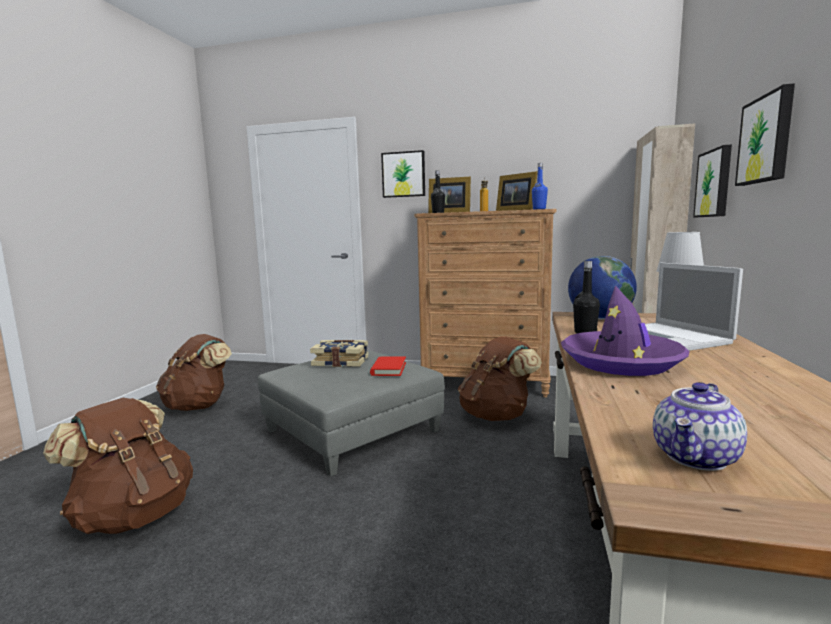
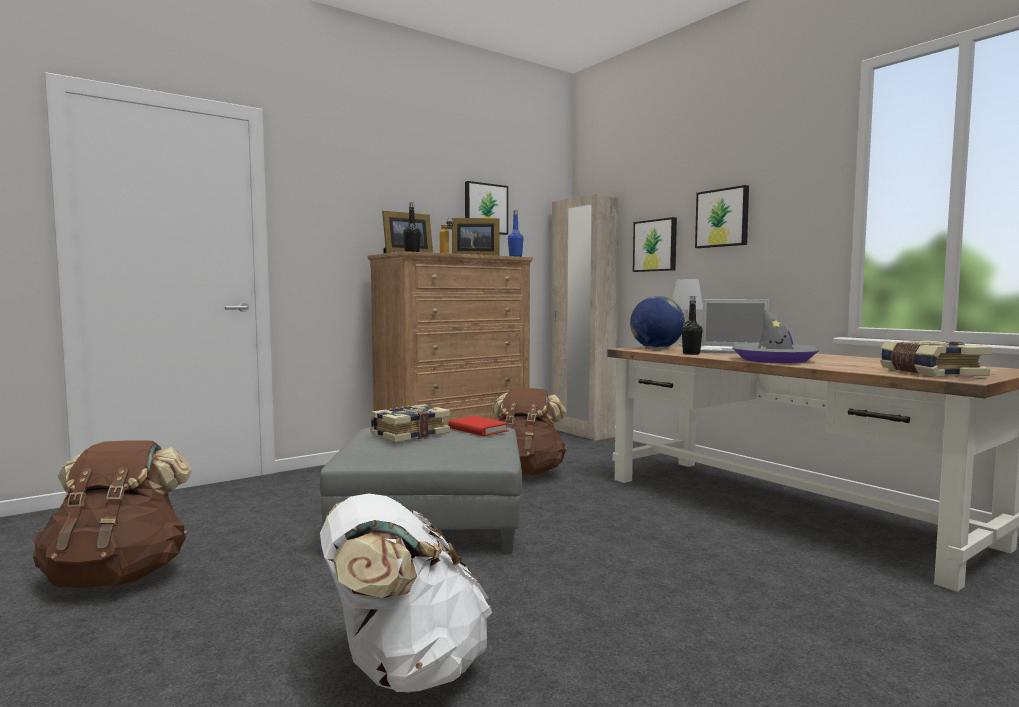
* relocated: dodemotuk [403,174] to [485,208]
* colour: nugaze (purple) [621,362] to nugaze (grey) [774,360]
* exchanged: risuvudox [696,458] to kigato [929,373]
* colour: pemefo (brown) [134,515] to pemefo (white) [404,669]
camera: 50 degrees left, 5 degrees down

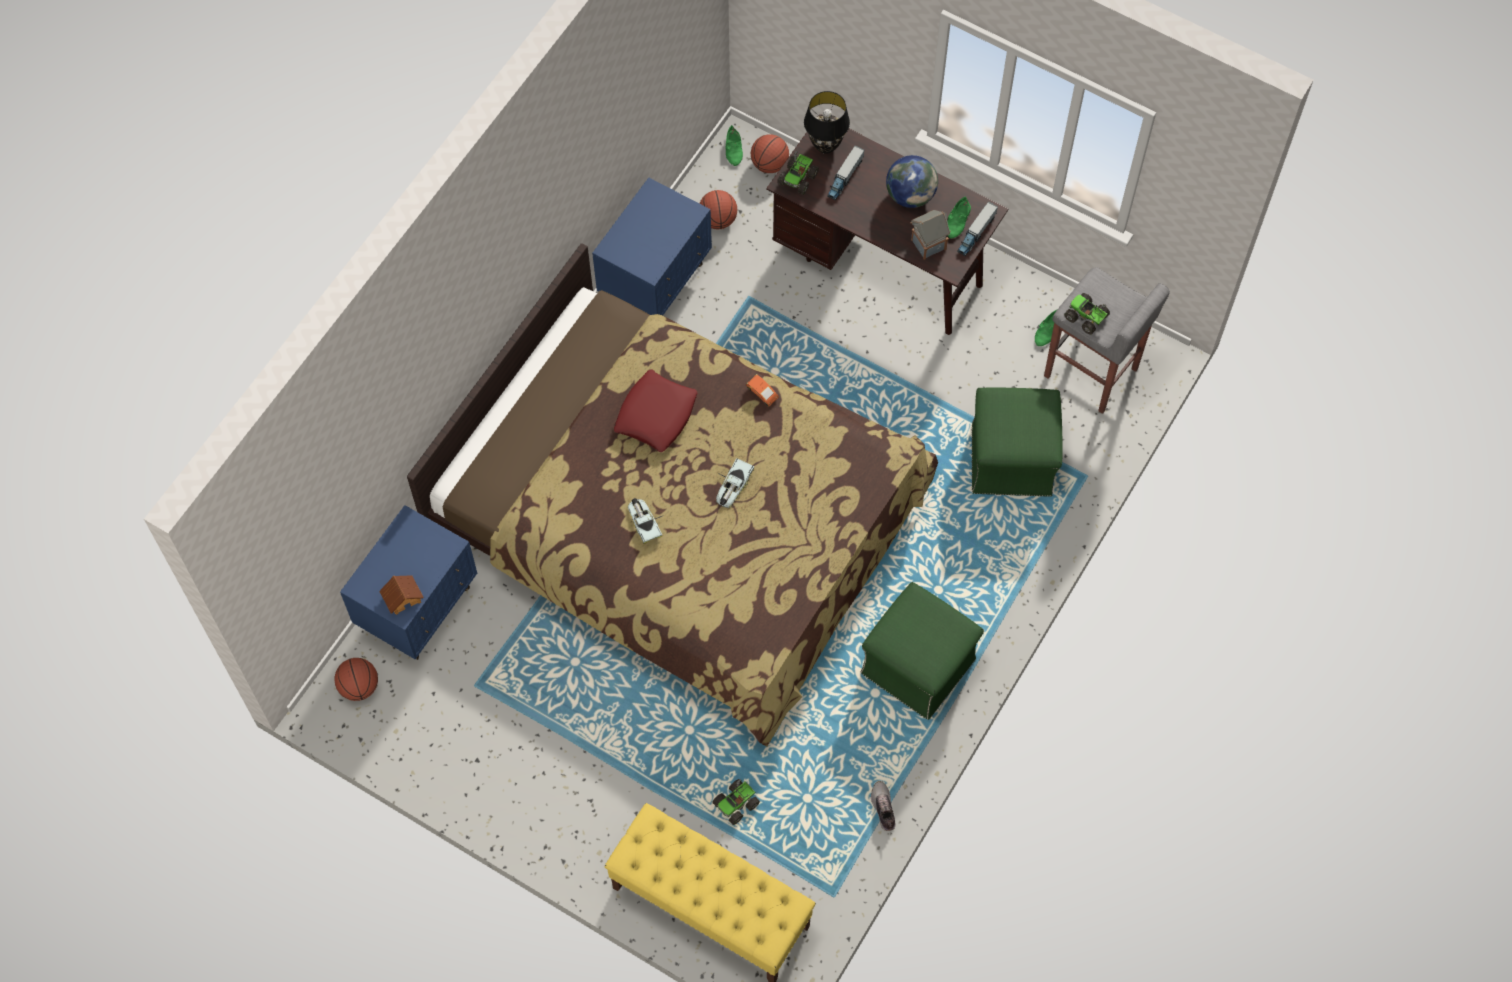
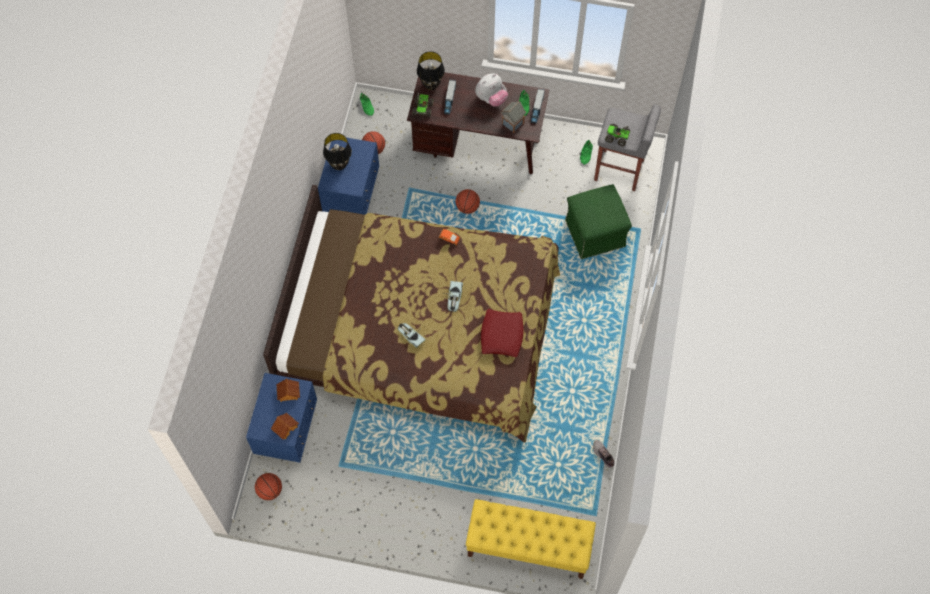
* relocated: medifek [769,164] to [467,207]
* exchanged: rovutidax [910,195] to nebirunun [491,99]
* relocated: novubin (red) [656,414] to [501,335]
* missing: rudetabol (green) [919,667]
* missing: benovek [736,803]
* appeared: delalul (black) [339,165]
* appeared: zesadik [288,393]
camera: 20 degrees left, 0 degrees up

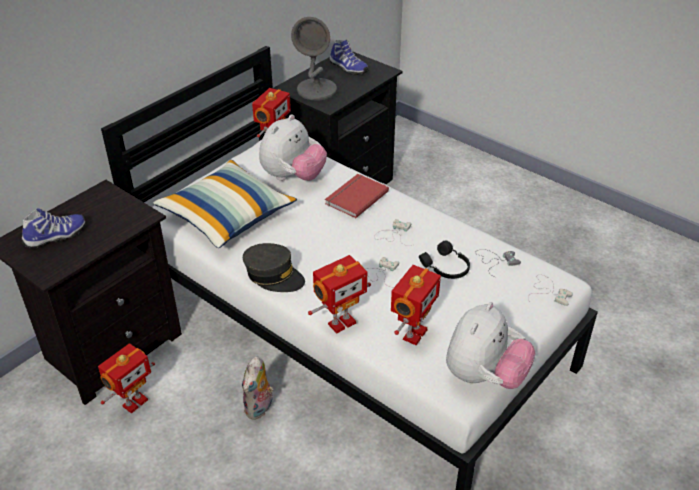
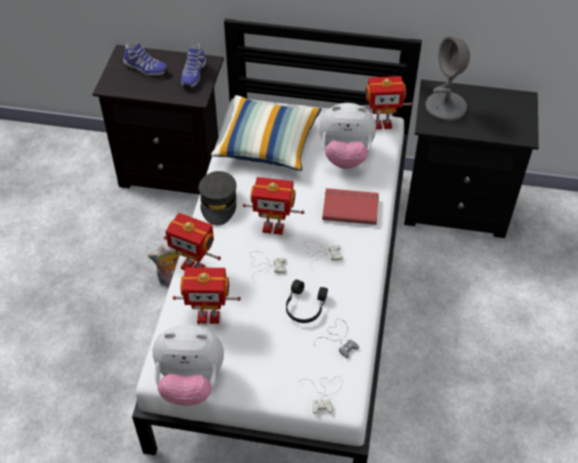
* relocated: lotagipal [347,68] to [193,75]
* relocated: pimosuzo [134,402] to [273,227]
camera: 60 degrees right, 10 degrees up

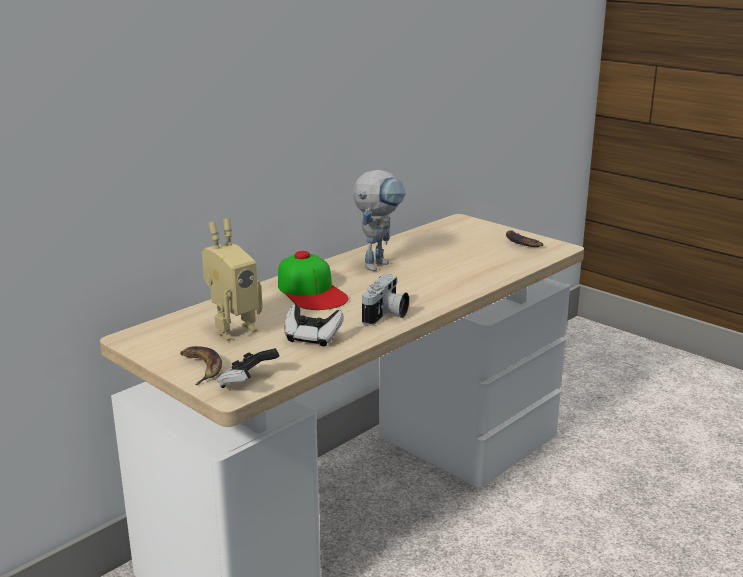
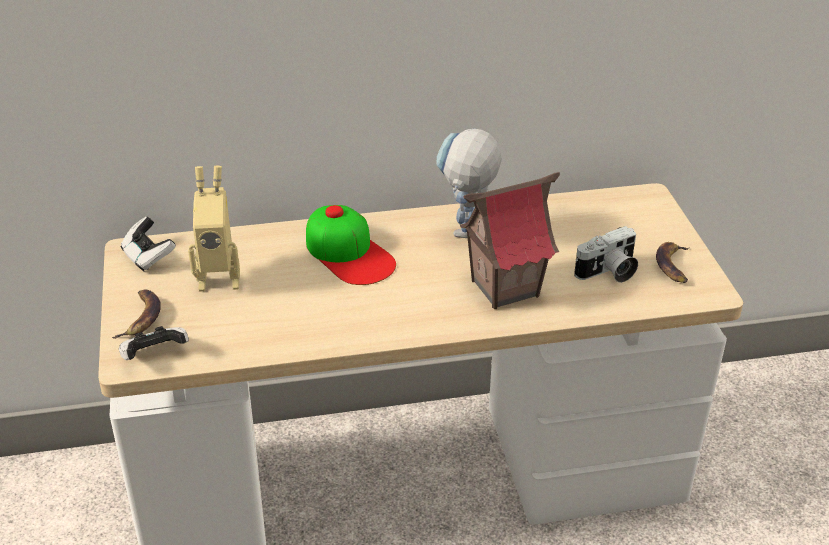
* spun: pimosuzo [378,263] = [466,235] 135 degrees clockwise
* spun: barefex [311,291] = [349,253] 45 degrees counterclockwise
* relocated: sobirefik [386,316] to [608,273]
* relocated: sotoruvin [312,338] to [148,257]
* appeared: zesadik [504,287]
camera: 35 degrees right, 15 degrees up

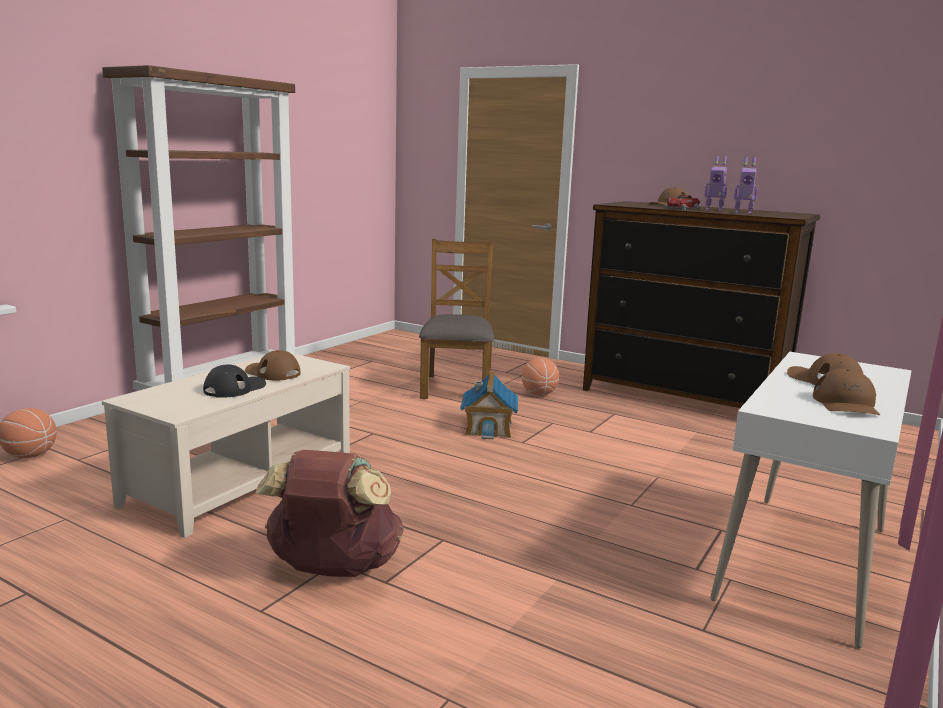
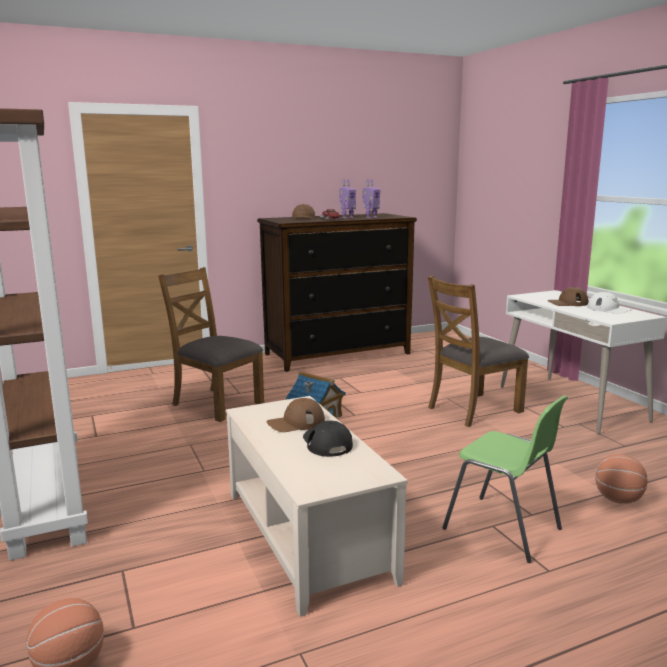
* relocated: medifek [539,394] to [617,499]
* colour: barefex (brown) [846,404] to barefex (white) [609,309]
* exchanged: pemefo (brown) [333,569] to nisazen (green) [503,529]
* appeared: nisazen (brown) [473,409]
camera: 55 degrees left, 0 degrees up

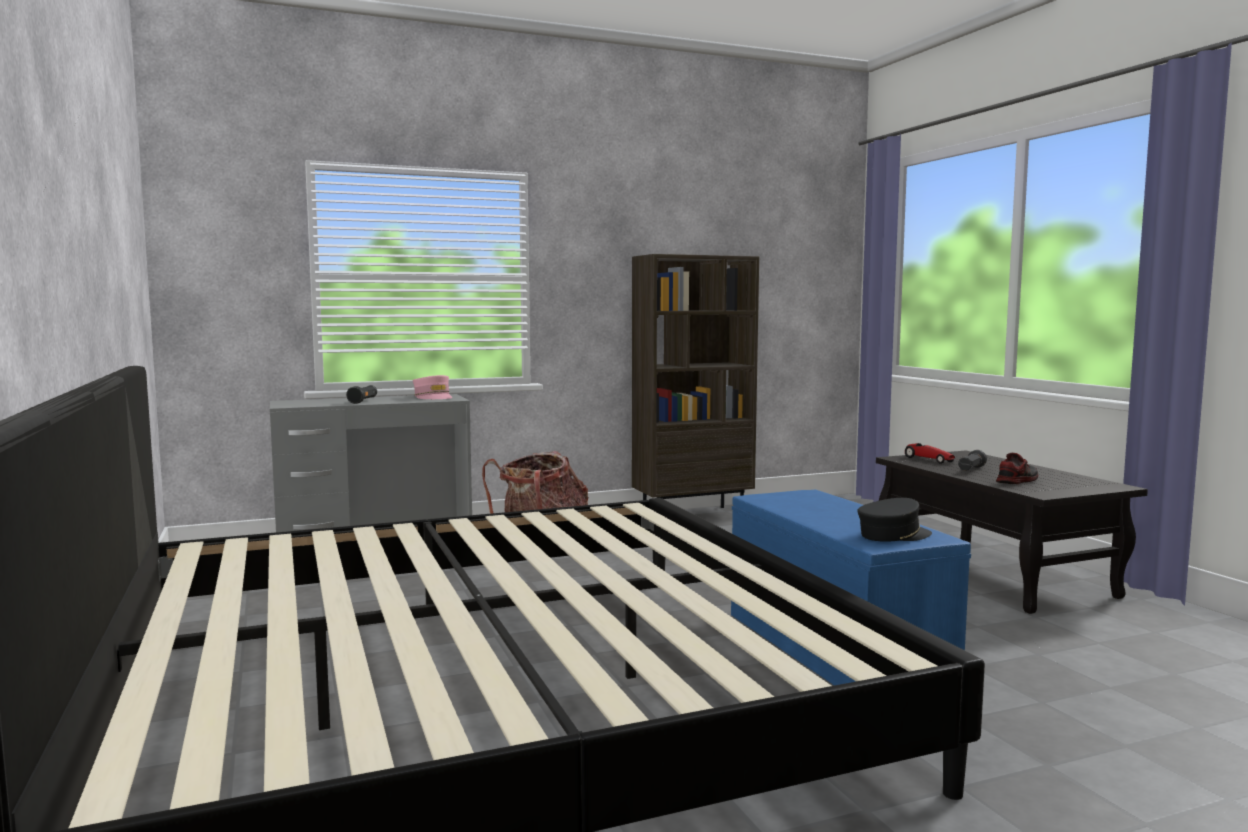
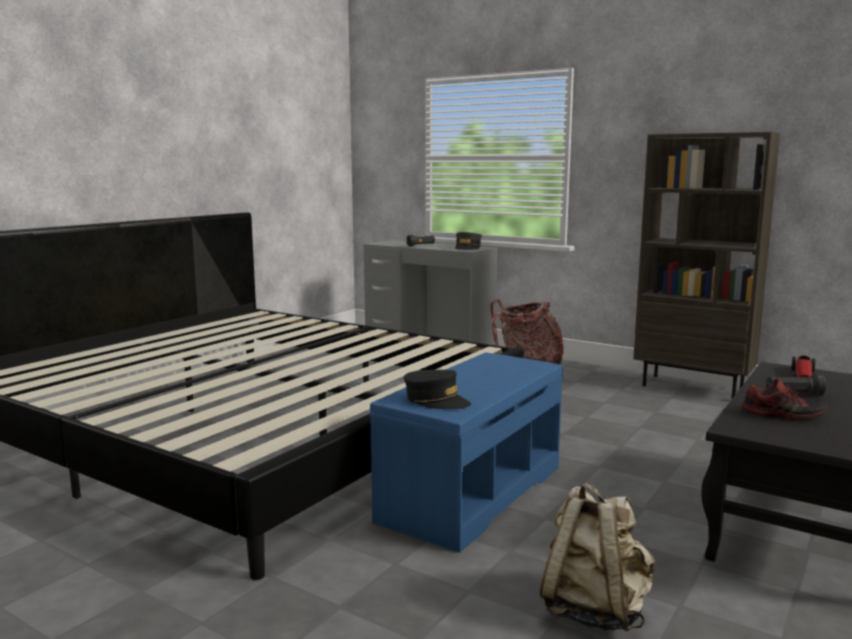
* colour: barefex (pink) [433,397] to barefex (grey) [467,248]
* appeared: pemefo (beige) [594,611]
camera: 55 degrees right, 5 degrees up

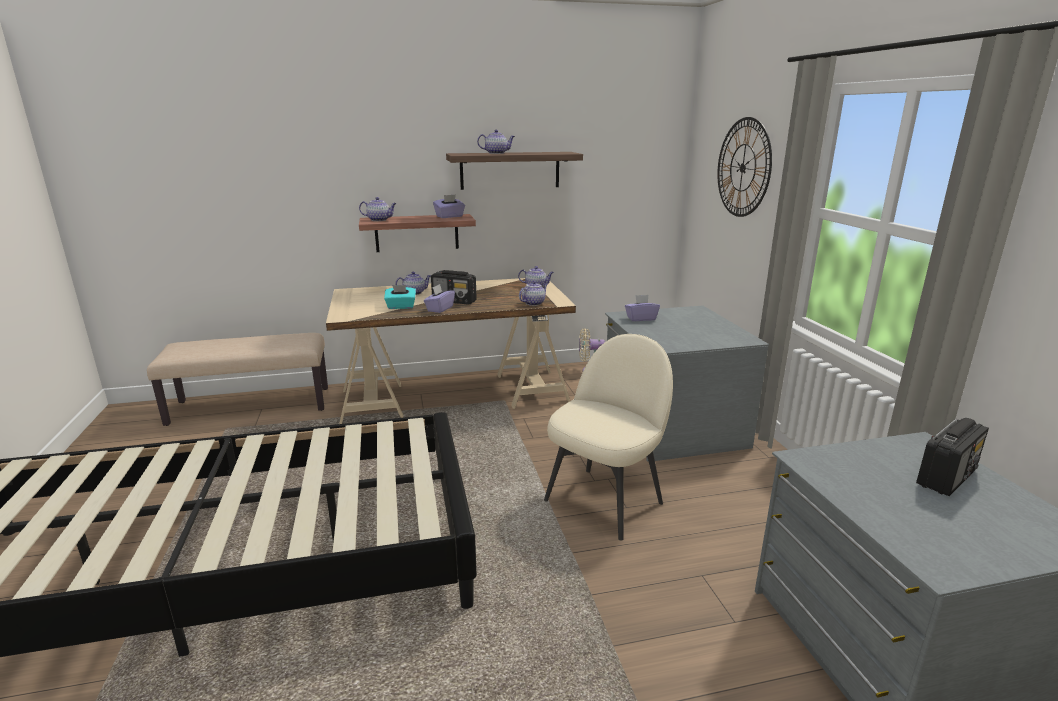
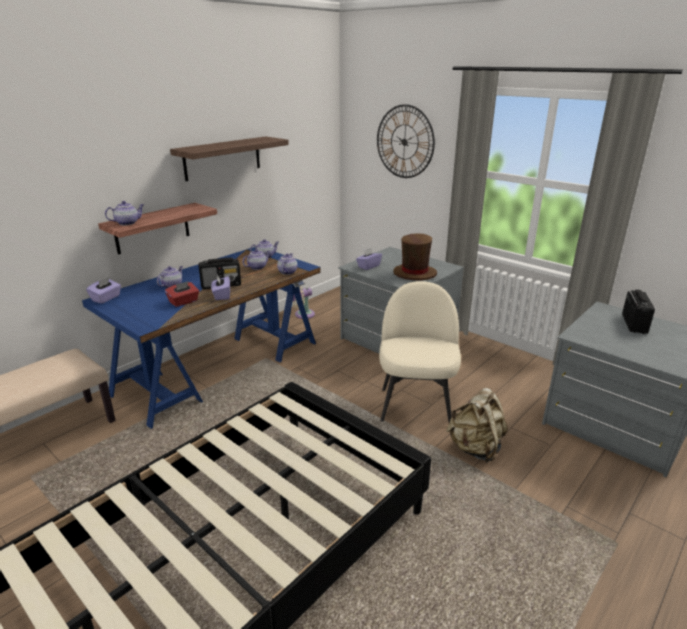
* relocated: risuvudox [497,153] to [257,267]
* relocated: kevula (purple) [449,216] to [106,298]
* colour: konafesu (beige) [454,395] to konafesu (blue) [220,366]
* colour: kevula (turquoise) [401,307] to kevula (red) [184,302]
* appeared: nugaze (brown) [414,273]
* appeared: pemefo (beige) [475,448]
camera: 35 degrees left, 5 degrees up

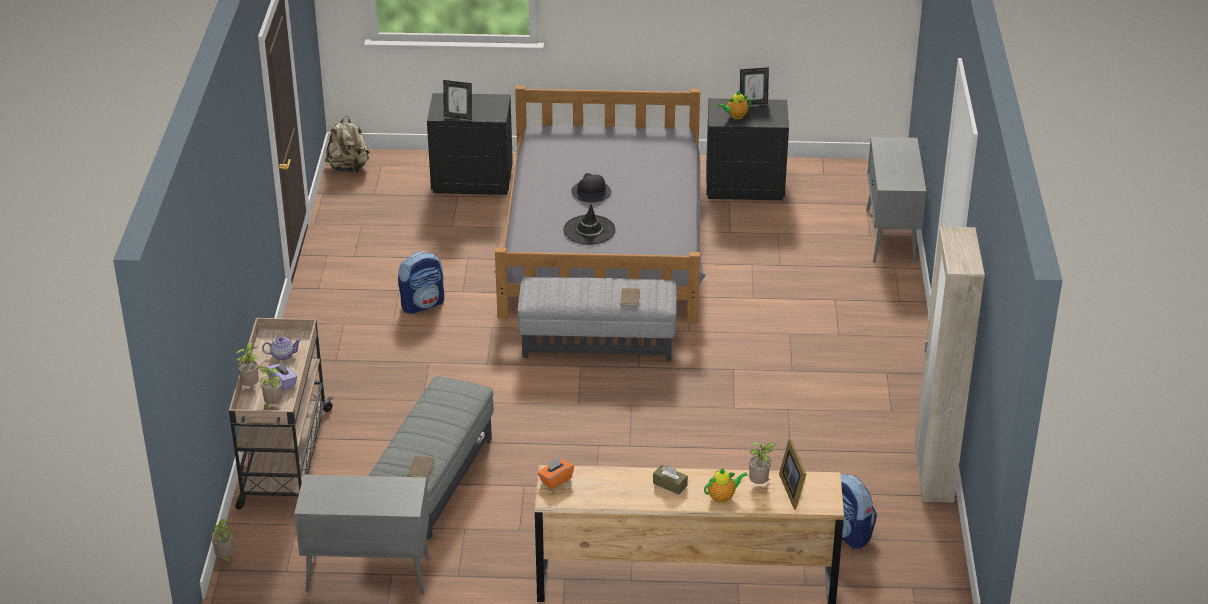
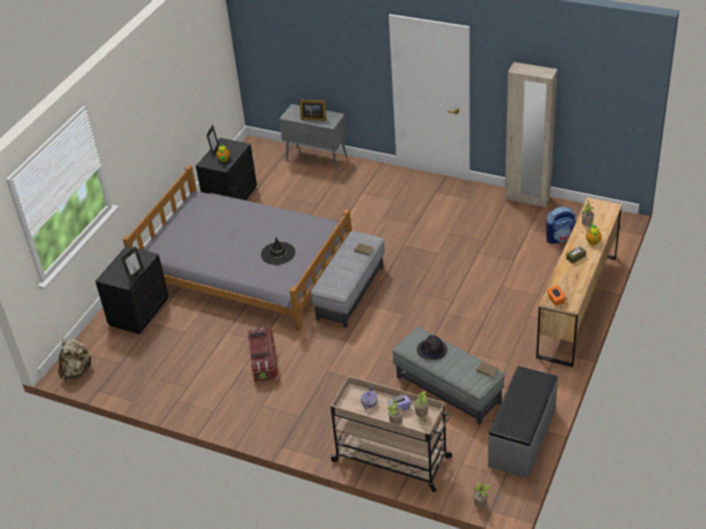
* relocated: nugaze (black) [591,192] to [432,350]
* exchanged: pemefo [423,304] to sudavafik [263,362]
* relocated: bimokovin [793,489] to [313,118]
* exchanged: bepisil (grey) [367,575] to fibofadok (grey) [523,438]
camera: 65 degrees left, 5 degrees up

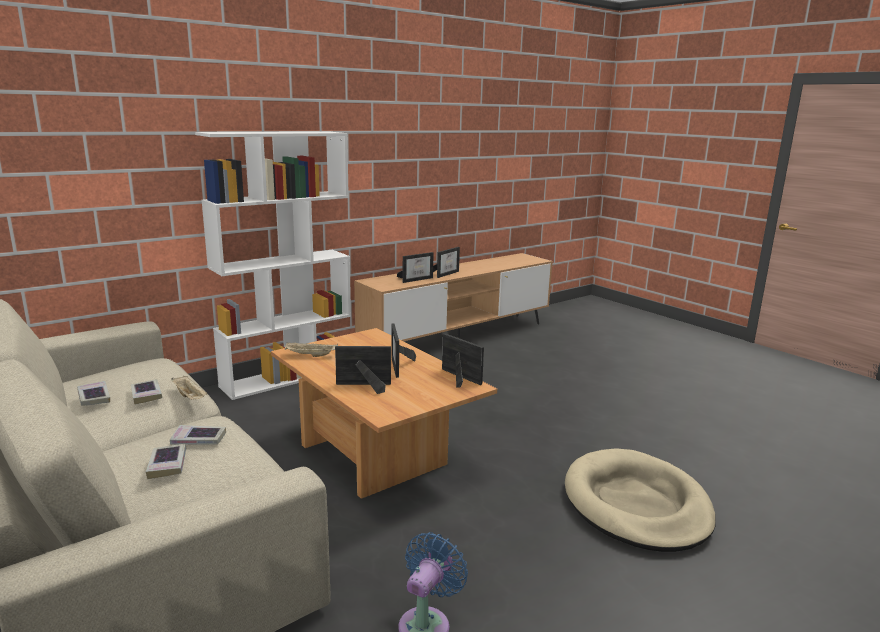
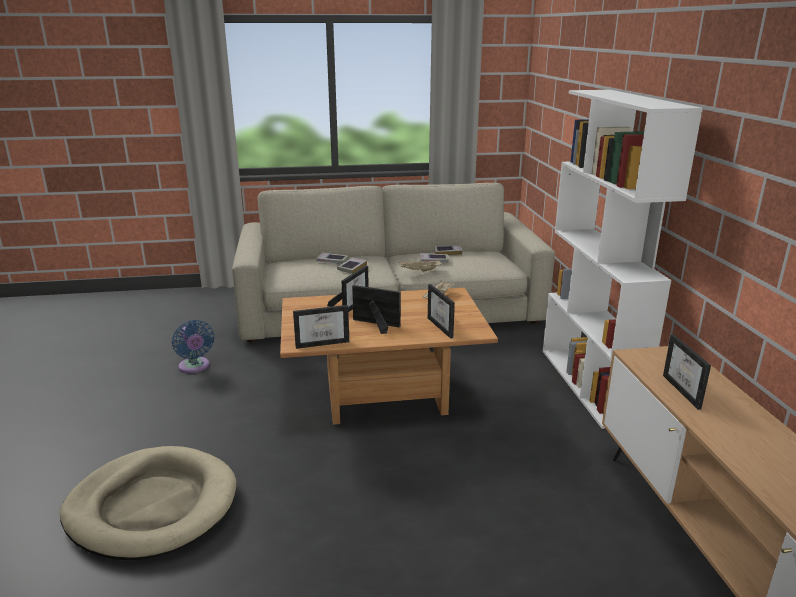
* relocated: bimokovin [445,273] to [445,327]
camera: 120 degrees right, 5 degrees up

